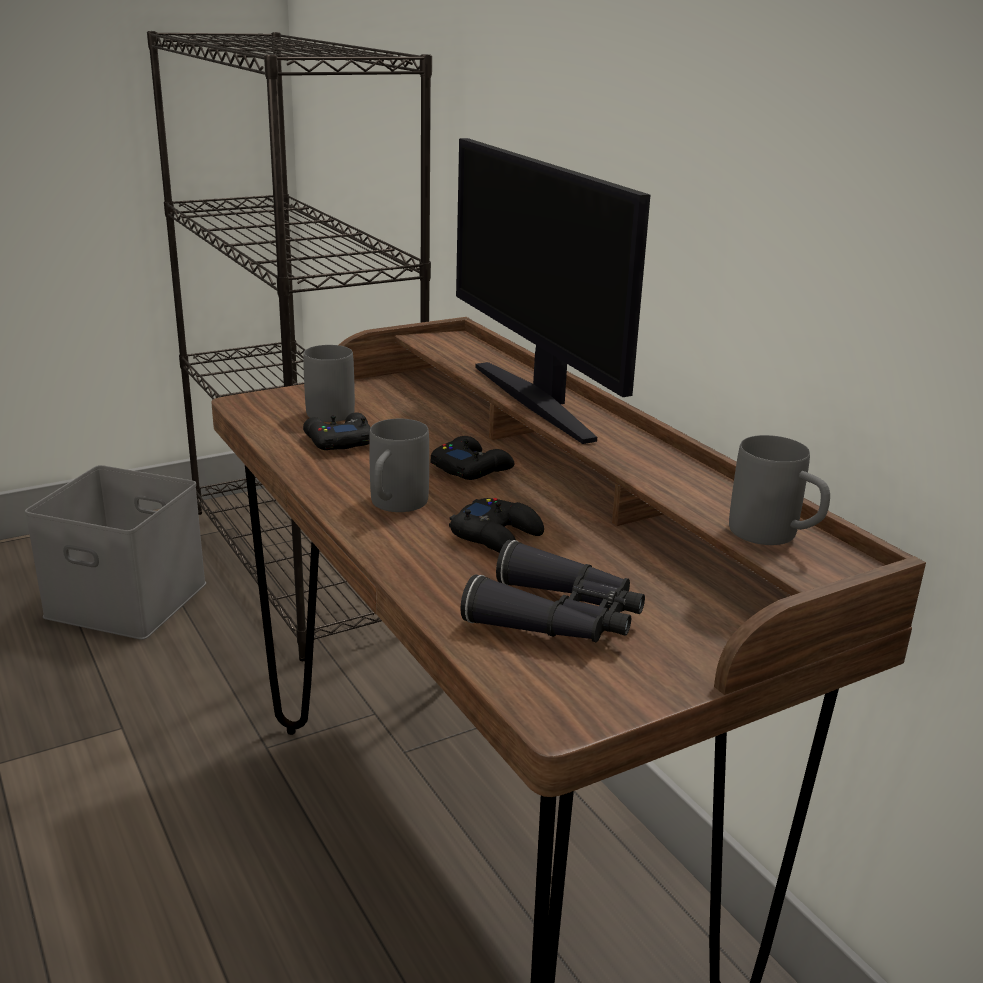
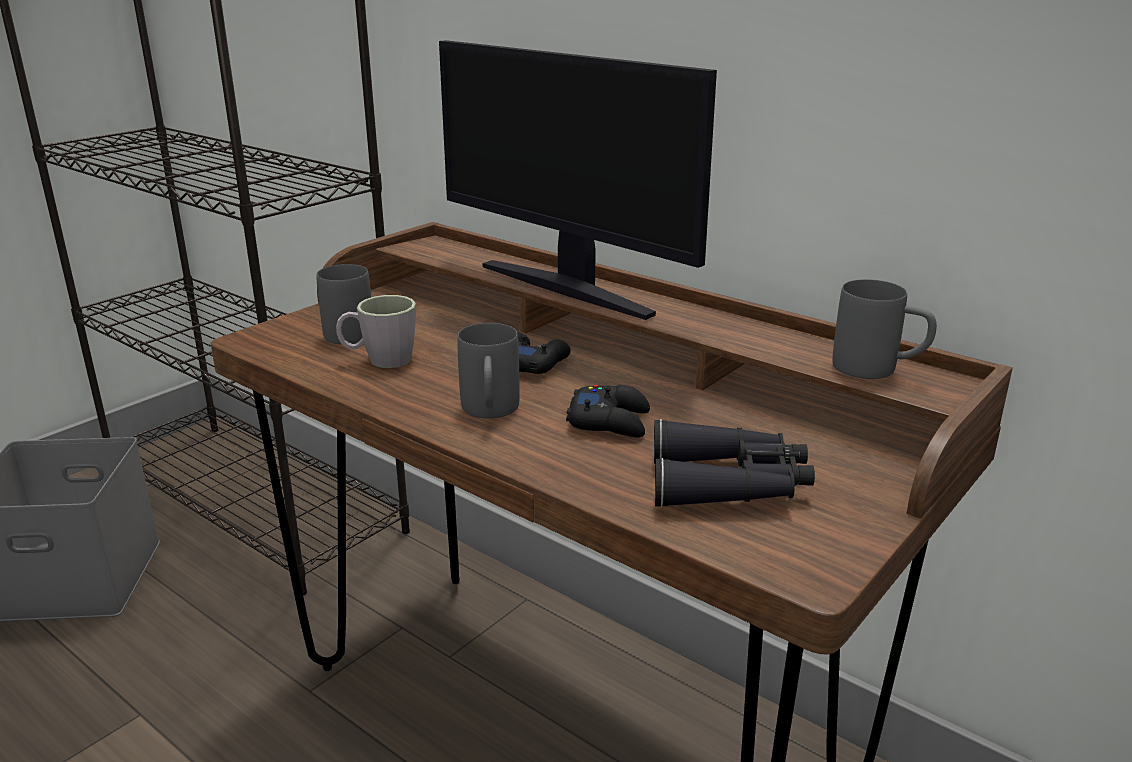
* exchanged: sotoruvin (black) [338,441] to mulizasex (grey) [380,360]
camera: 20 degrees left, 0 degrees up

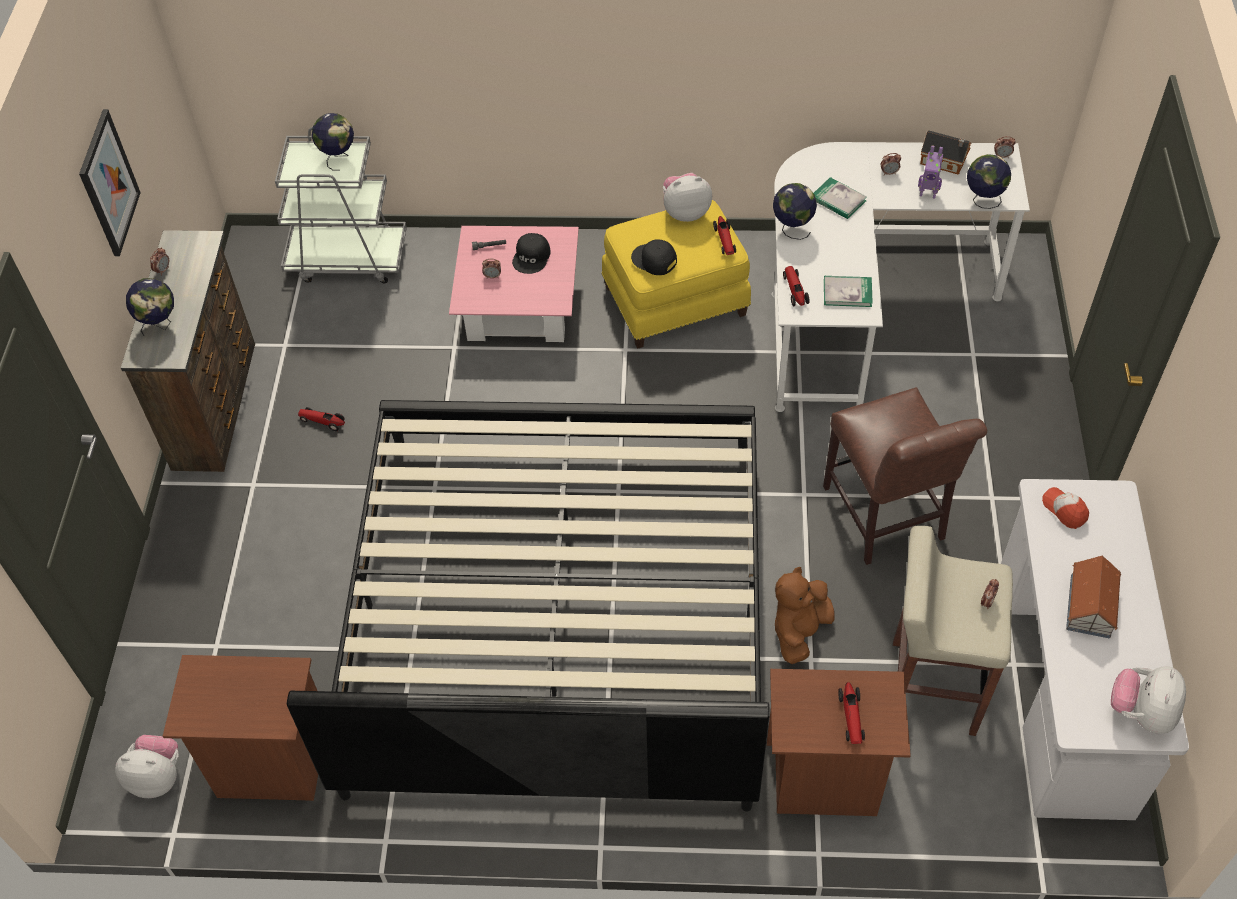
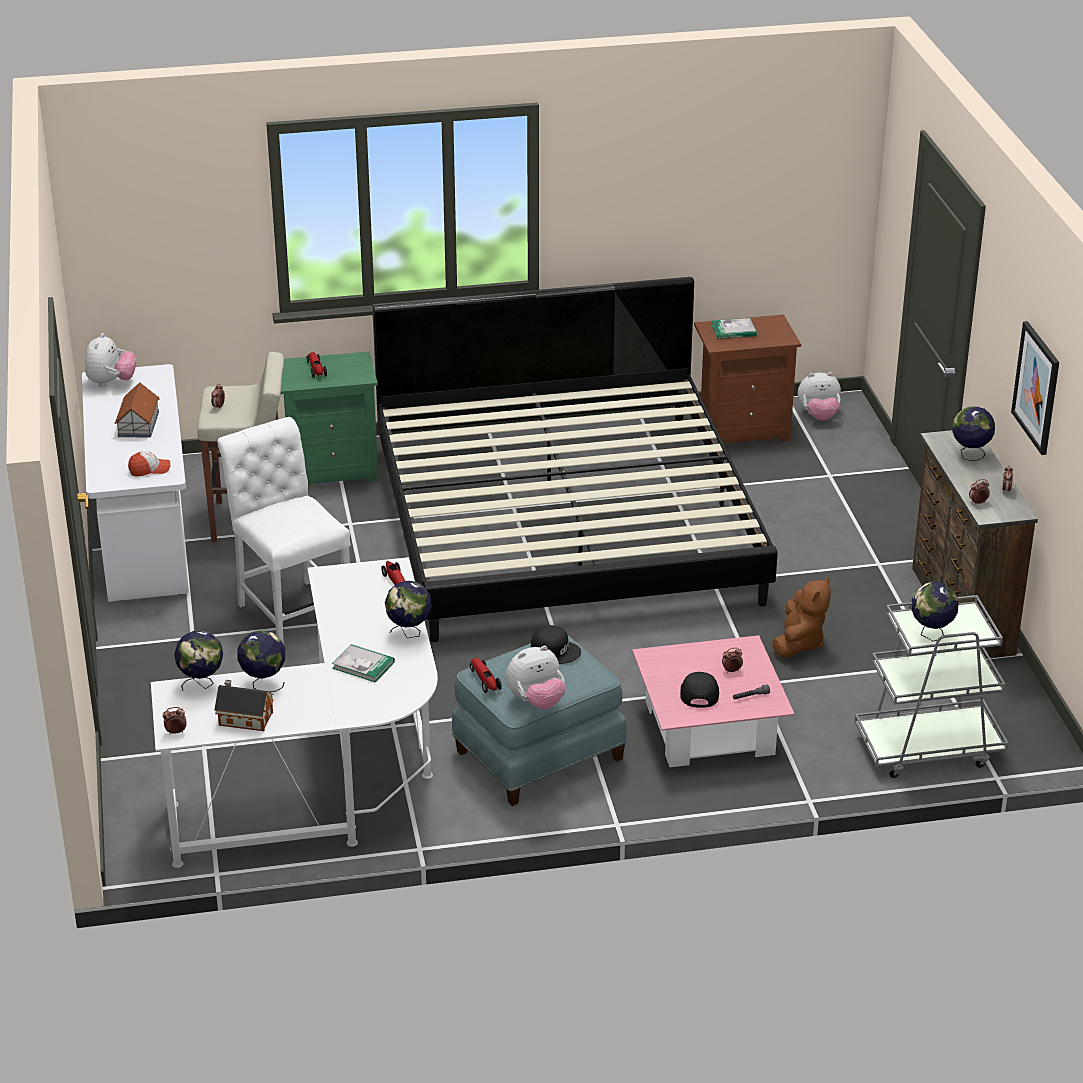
* exchanged: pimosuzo [928,193] to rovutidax [263,684]
* relocated: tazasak [889,173] to [978,502]
* colour: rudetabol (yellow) [675,302] to rudetabol (blue) [538,753]
* relocated: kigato [847,293] to [733,330]
* colour: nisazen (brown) [886,518] to nisazen (white) [292,611]
* missing: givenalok [323,421]
* spun: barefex [1064,510] = [149,469] 60 degrees counterclockwise
* relocated: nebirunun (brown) [799,631] to [799,643]
* colour: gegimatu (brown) [824,779] to gegimatu (green) [332,469]
camera: 165 degrees right, 20 degrees down

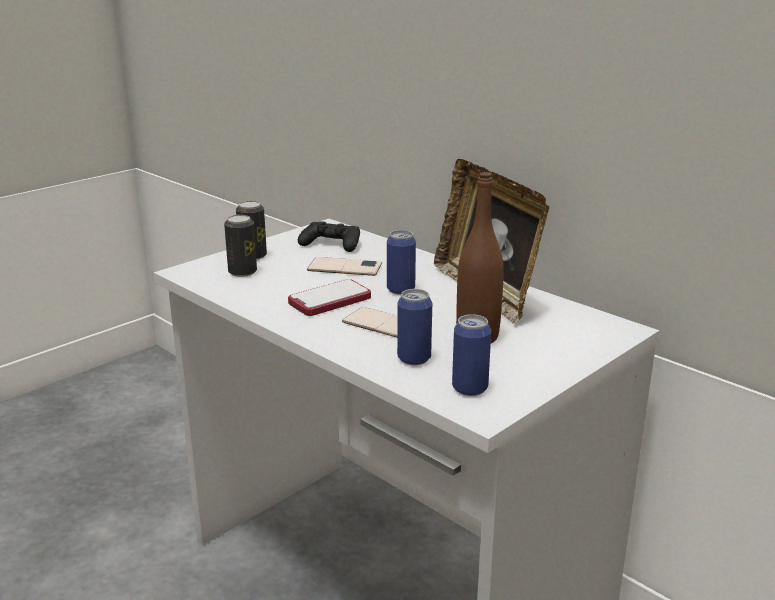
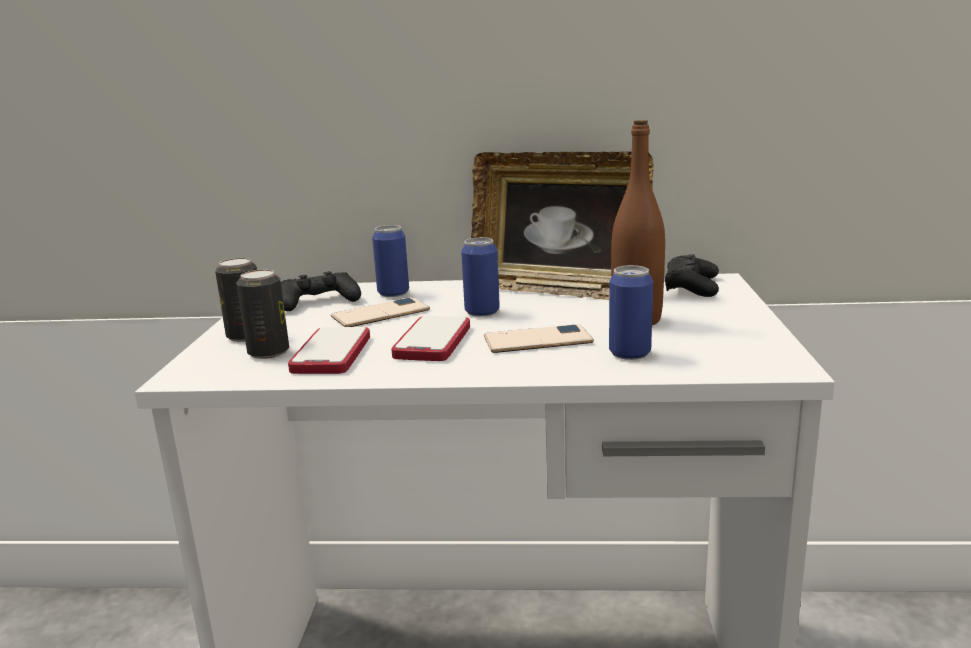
* relocated: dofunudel [469,388] to [393,293]
* appeared: sotoruvin (black) [691,286]
* appeared: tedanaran [331,353]
camera: 40 degrees left, 5 degrees down

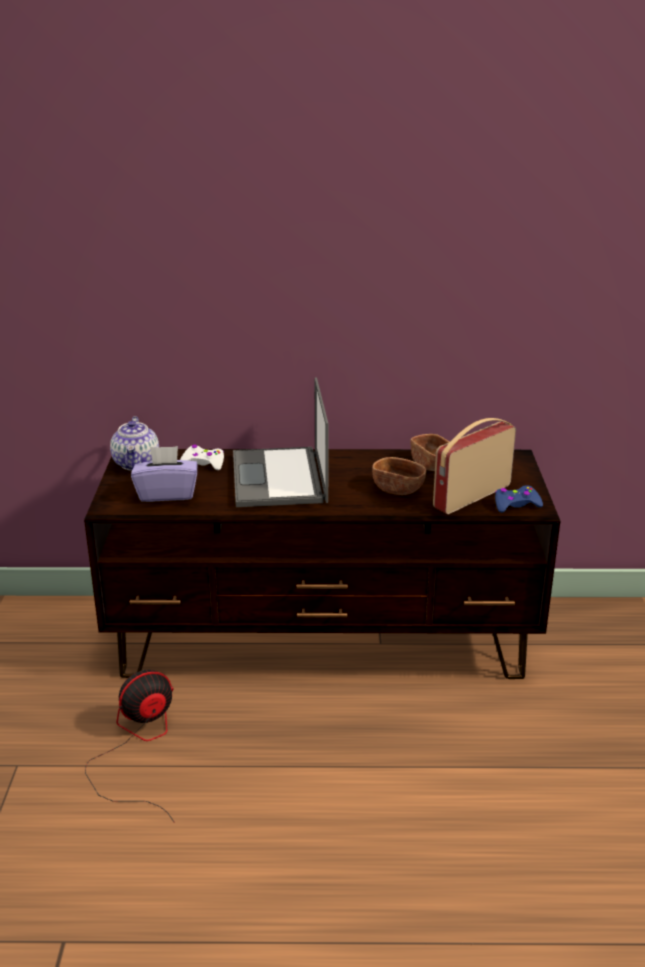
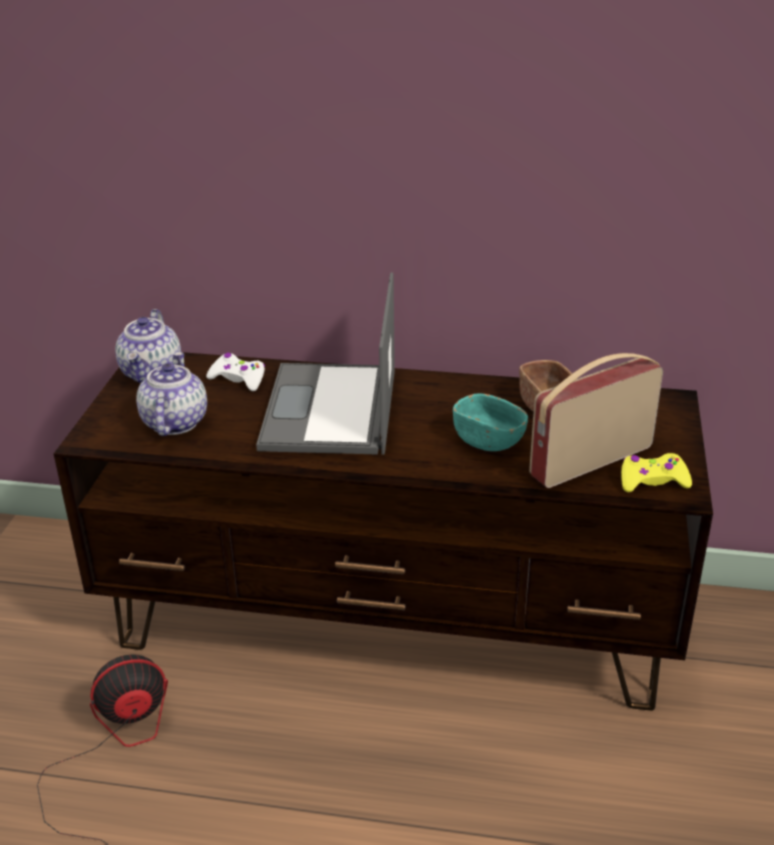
* exchanged: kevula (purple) [167,493] to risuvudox [174,422]
* colour: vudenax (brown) [398,489] to vudenax (turquoise) [488,440]
* colour: sotoruvin (blue) [516,505] to sotoruvin (yellow) [652,481]
camera: 10 degrees right, 5 degrees up

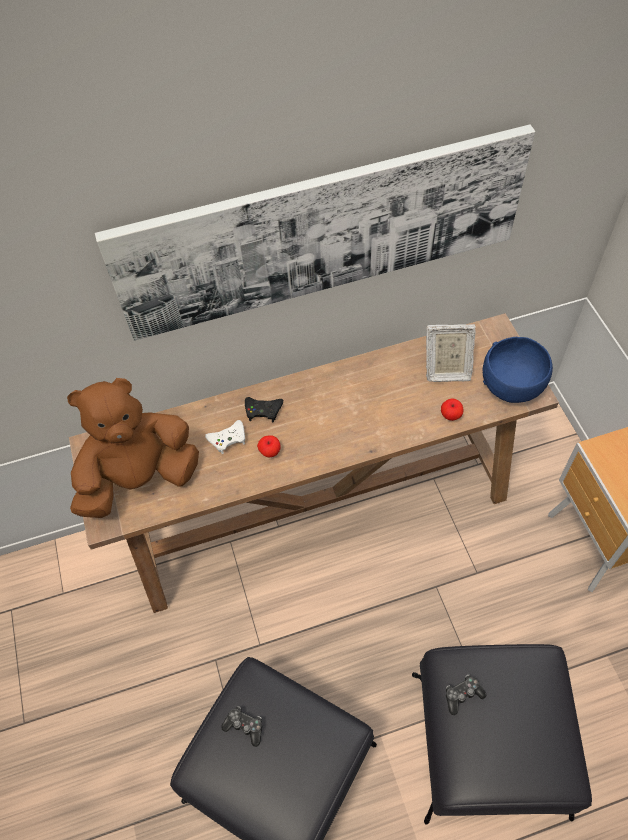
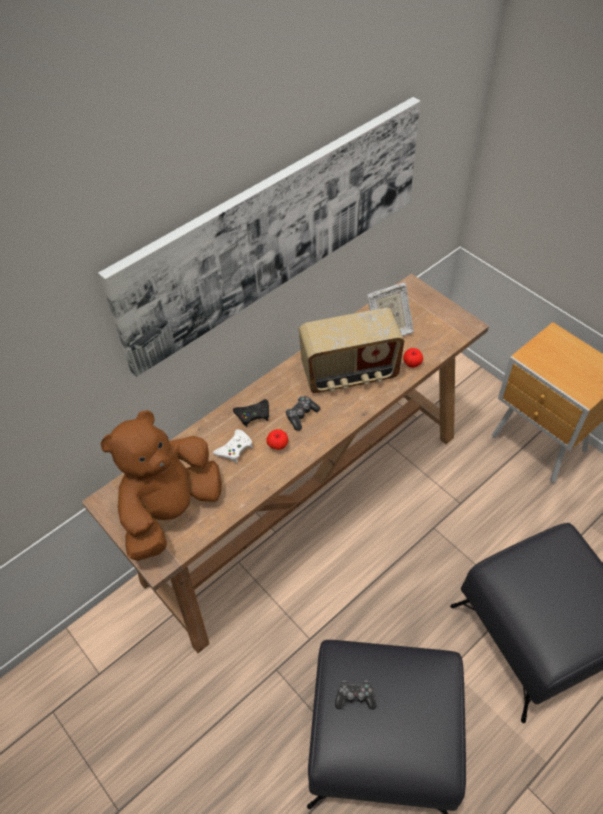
* missing: vudenax (blue) [512,384]
* relocated: sotoruvin [462,695] to [301,415]
* appeared: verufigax [350,374]
camera: 25 degrees left, 5 degrees down

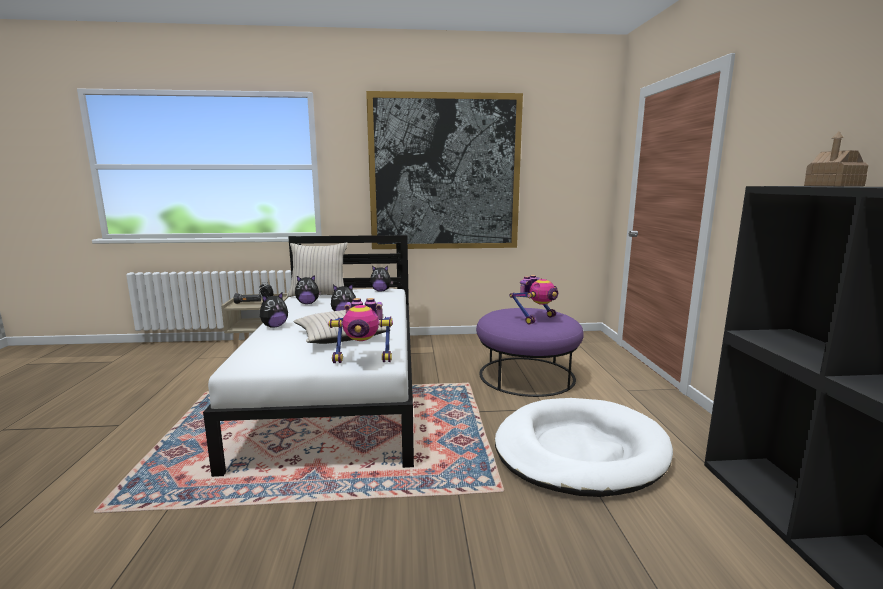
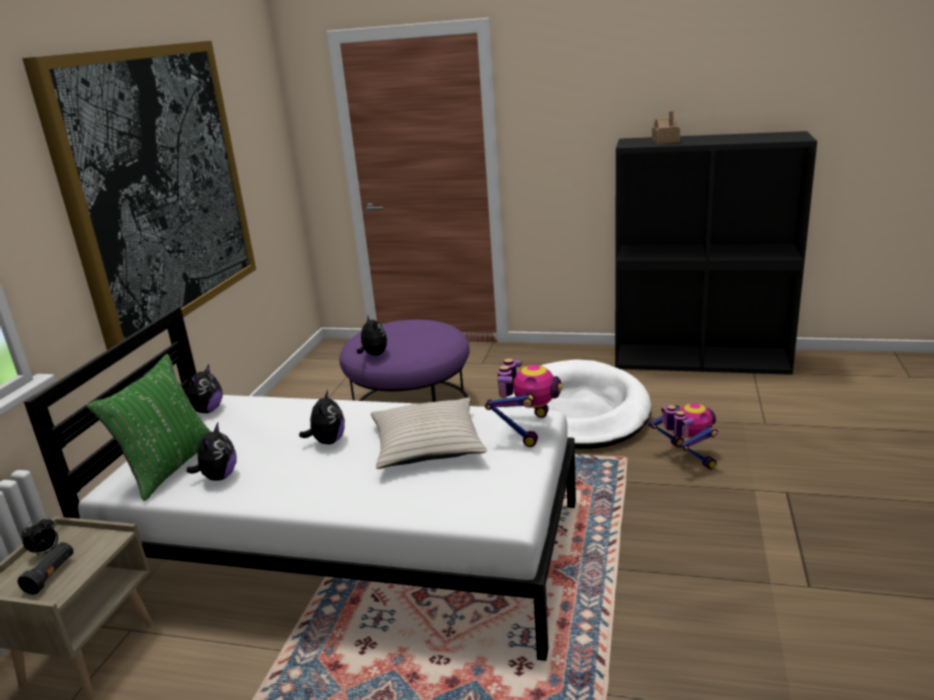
* colour: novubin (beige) [319,295] to novubin (green) [169,468]
* relocated: pimosuzo [536,319] to [685,458]
* relocated: nebirunun [274,326] to [373,354]
camera: 70 degrees left, 10 degrees up

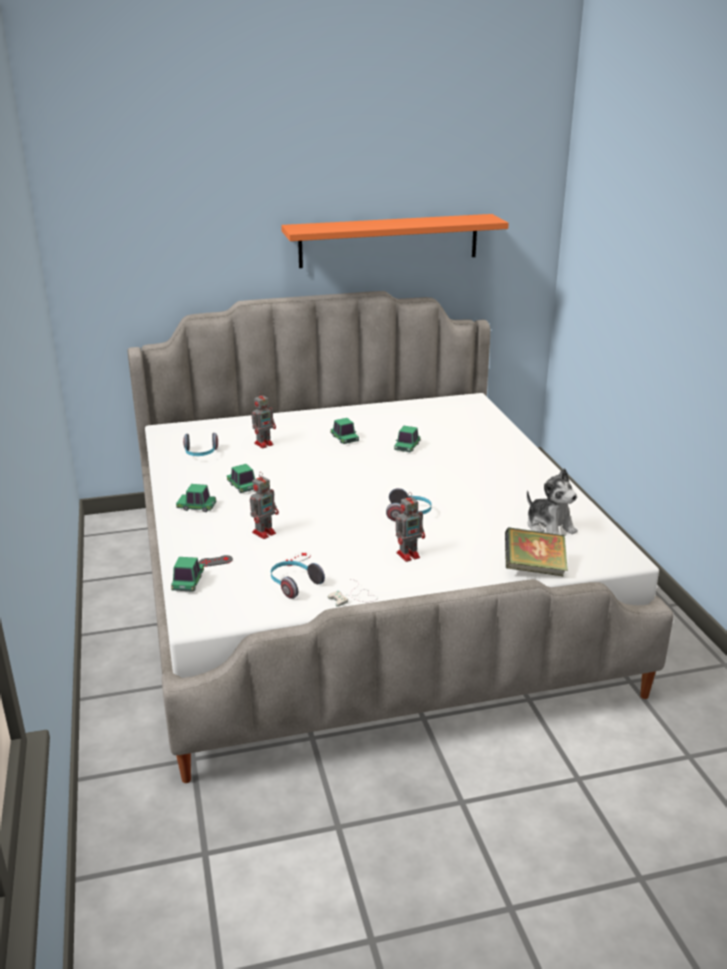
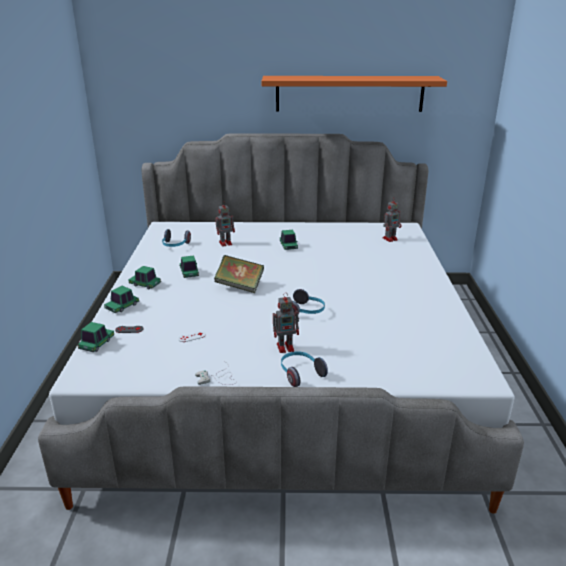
* relocated: givenalok [407,447] to [122,306]
* missing: nebirunun [549,527]
* relocated: pimosuzo [265,532] to [390,238]
* relocated: kigato [534,568] to [239,286]
* relocated: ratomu [294,584] to [300,373]
camera: 15 degrees right, 0 degrees up

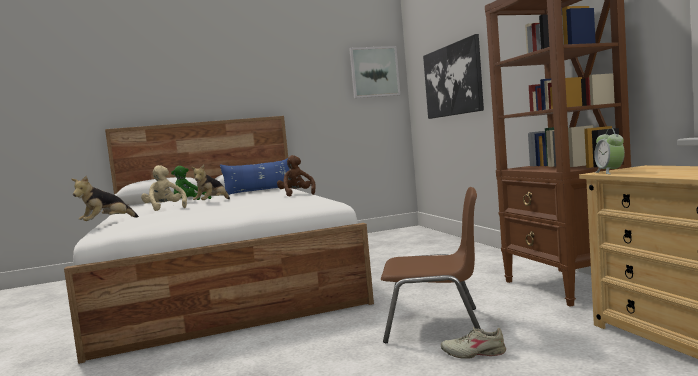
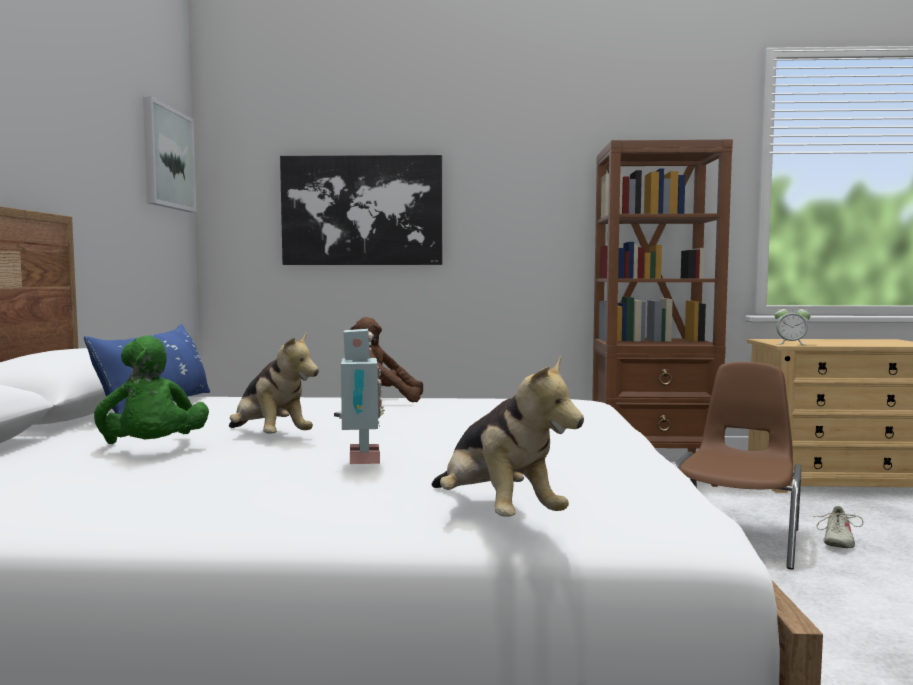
* exchanged: nebirunun (beige) [165,209] to pimosuzo [359,460]
camera: 70 degrees left, 0 degrees up

